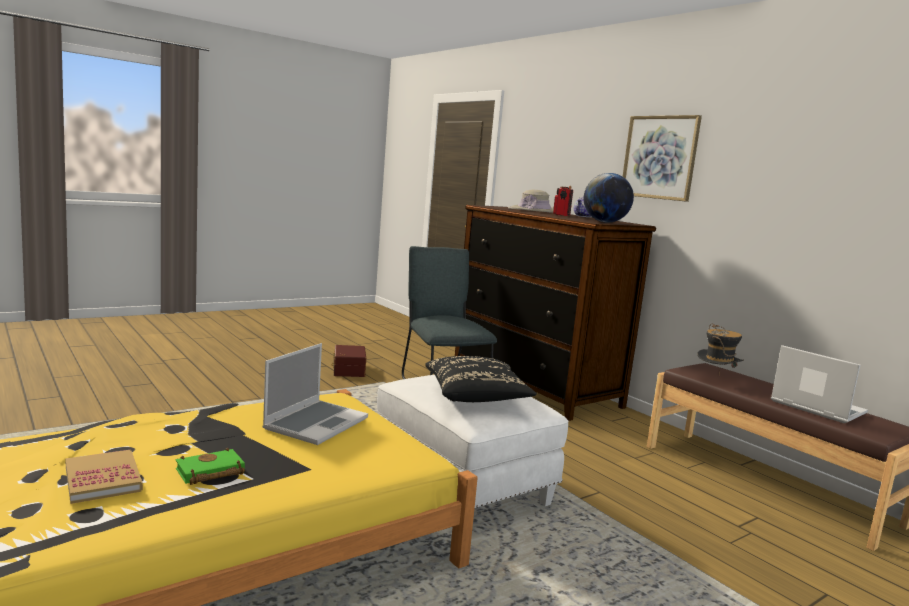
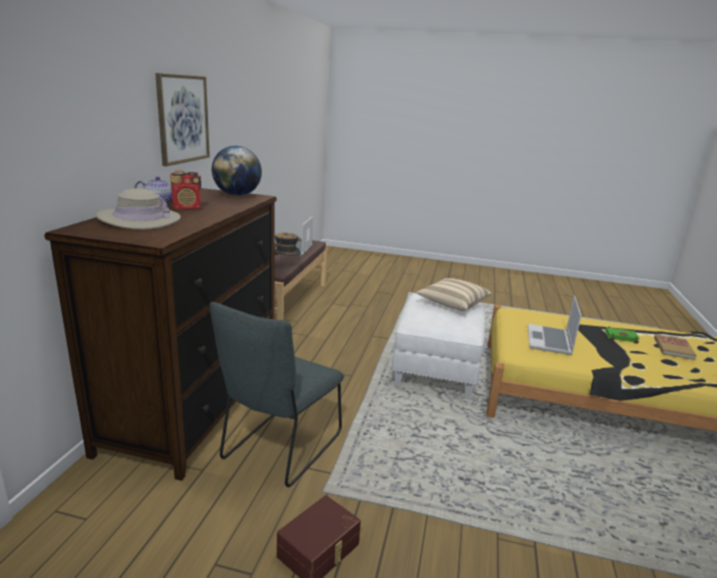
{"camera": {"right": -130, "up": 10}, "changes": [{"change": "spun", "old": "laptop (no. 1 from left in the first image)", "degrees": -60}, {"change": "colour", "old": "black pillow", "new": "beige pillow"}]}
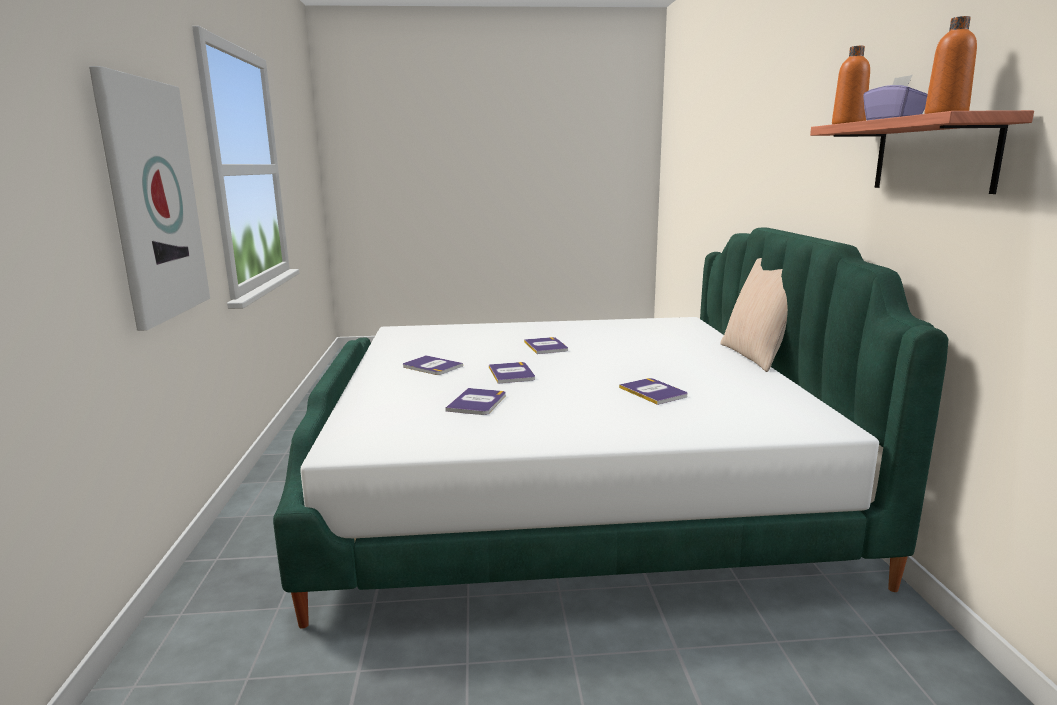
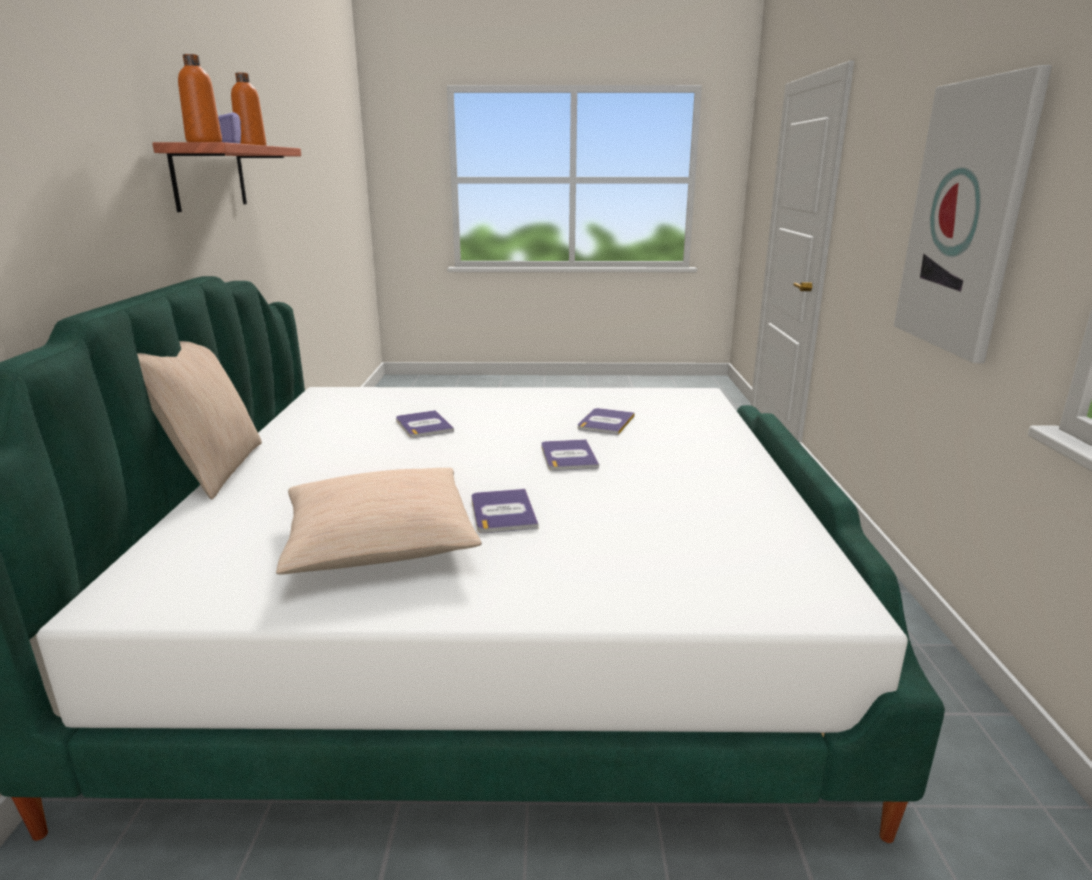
{"camera": {"right": -175, "up": 5}, "changes": [{"change": "missing", "old": "book (no. 1 from left)"}, {"change": "appeared", "new": "beige pillow (no. 2 from left)"}]}
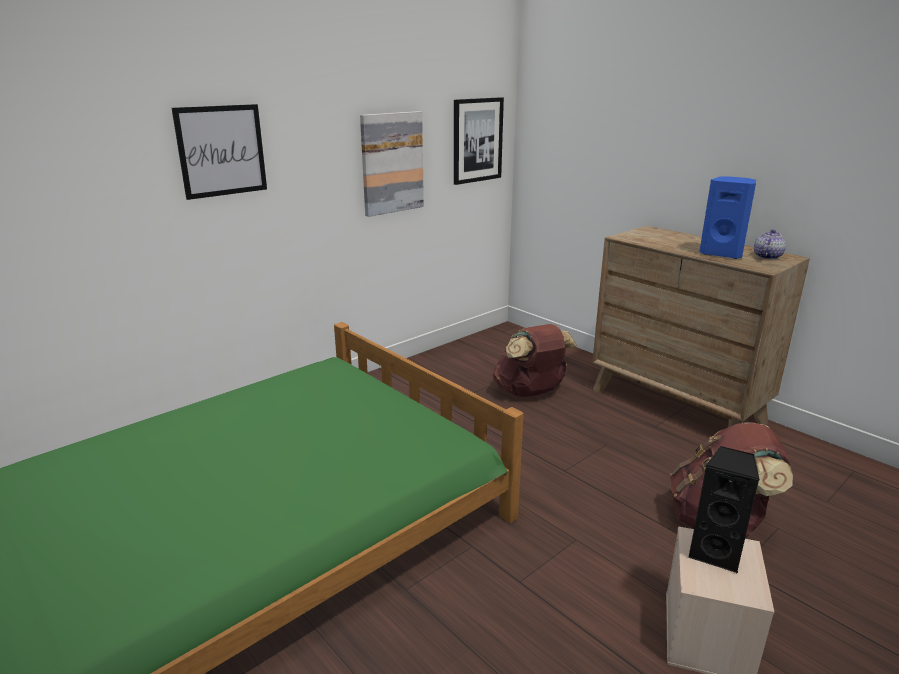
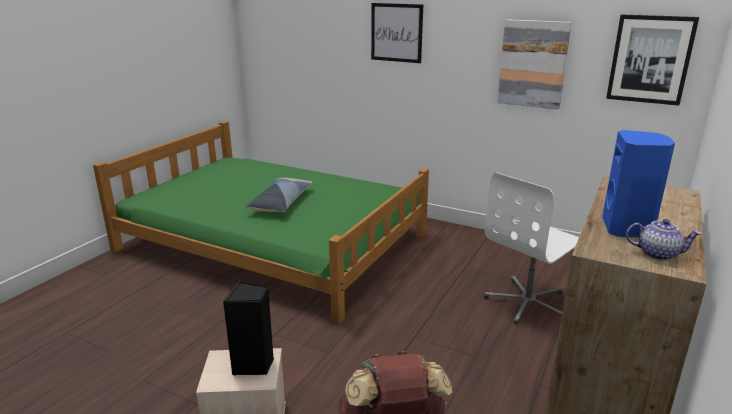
{"camera": {"right": 70, "up": 0}, "changes": [{"change": "exchanged", "old": "brown backpack (no. 1 from left)", "new": "white office chair"}, {"change": "appeared", "new": "pillow"}]}
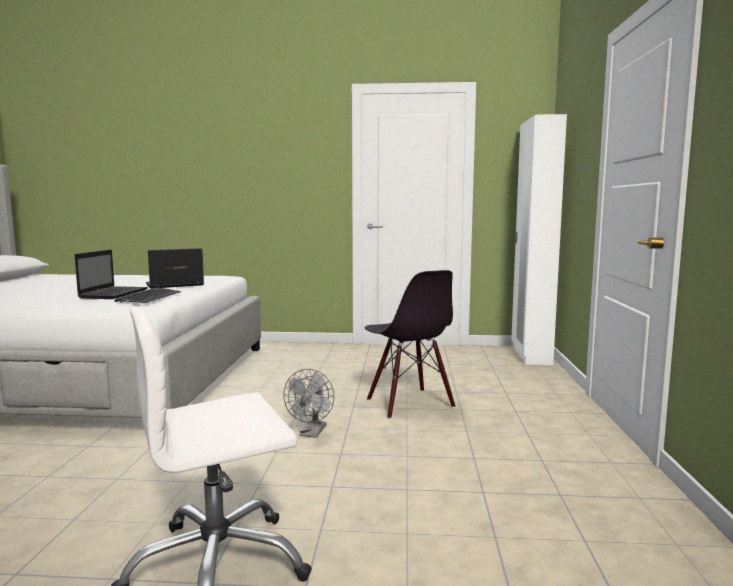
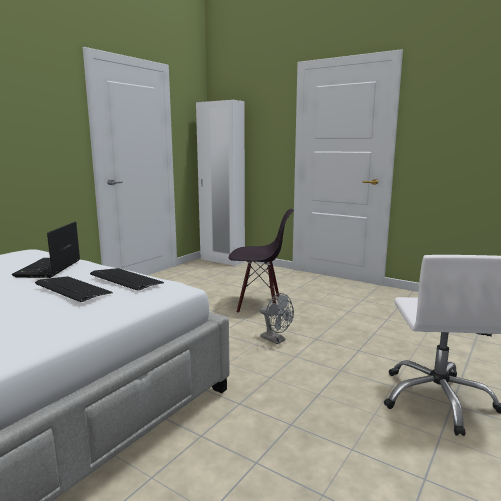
{"camera": {"right": -60, "up": 5}, "changes": [{"change": "exchanged", "old": "laptop (no. 1 from left)", "new": "keyboard (no. 1 from left)"}]}
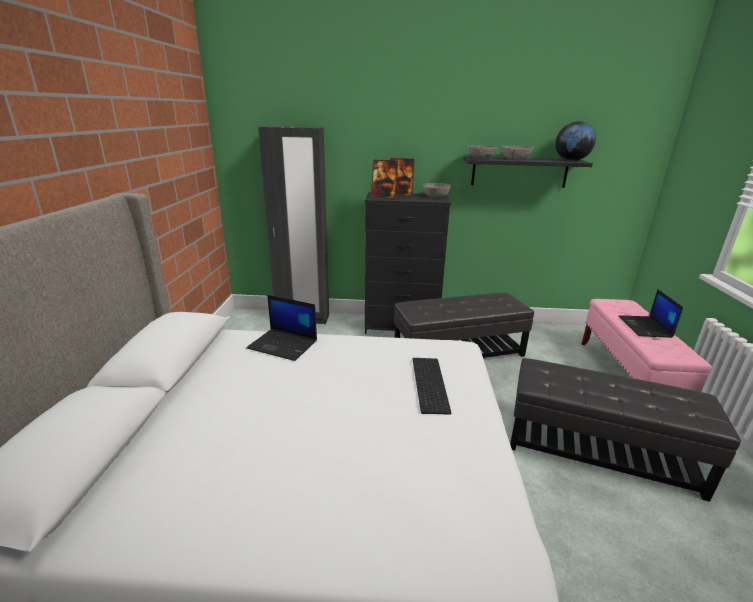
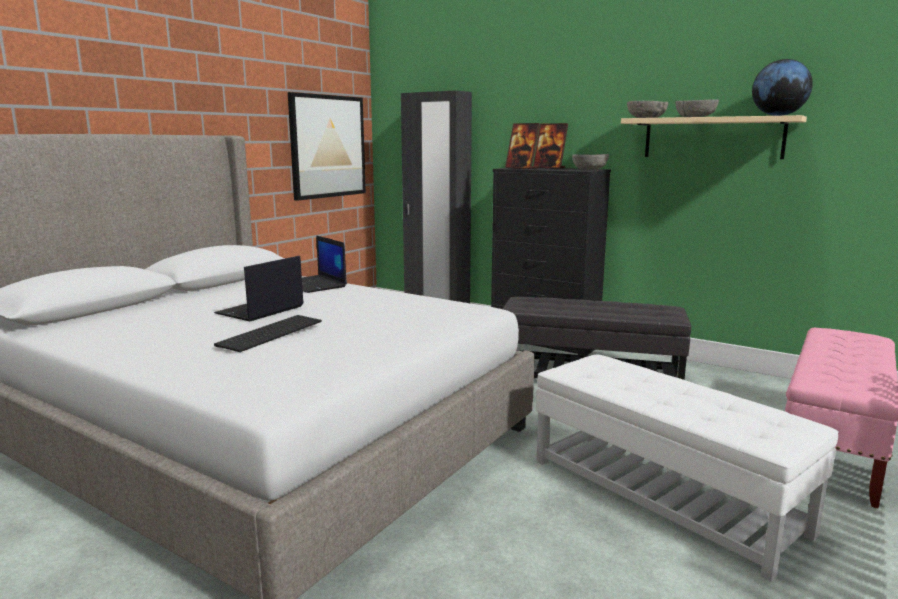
{"camera": {"right": 30, "up": -10}, "changes": [{"change": "relocated", "old": "keyboard"}, {"change": "colour", "old": "black shelf", "new": "beige shelf"}, {"change": "colour", "old": "black ottoman (no. 2 from left)", "new": "white ottoman"}, {"change": "relocated", "old": "laptop (no. 2 from left in the first image)", "new": "laptop (no. 1 from left)"}, {"change": "appeared", "new": "picture"}]}
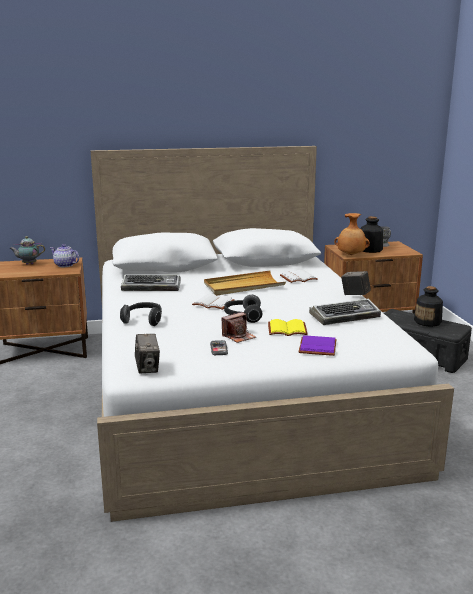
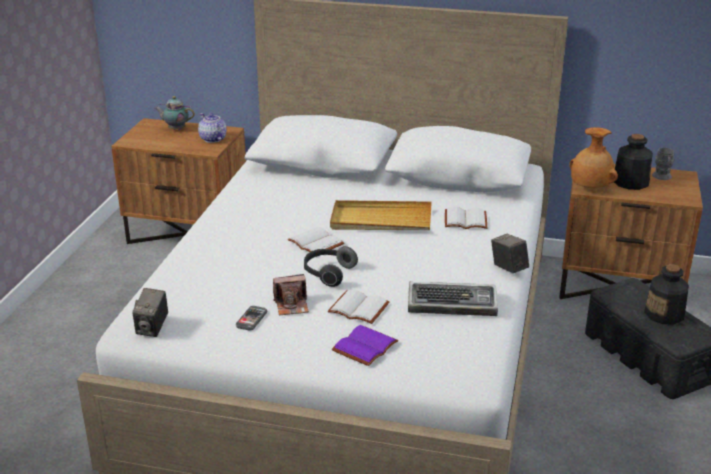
{"camera": {"right": 25, "up": 10}, "changes": [{"change": "missing", "old": "headphones (no. 1 from left)"}, {"change": "missing", "old": "keyboard (no. 1 from left)"}, {"change": "colour", "old": "yellow book", "new": "white book (no. 2 from left)"}]}
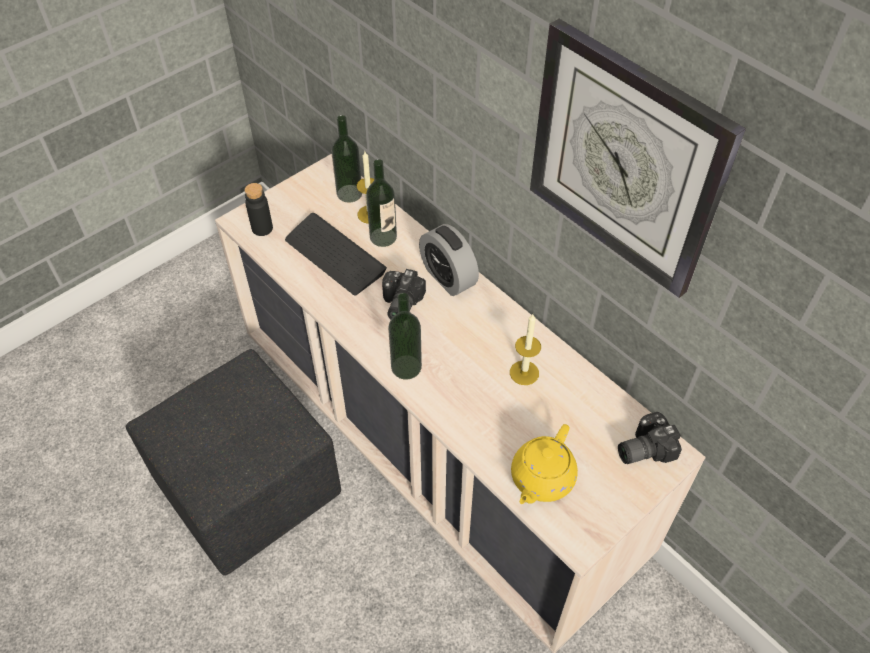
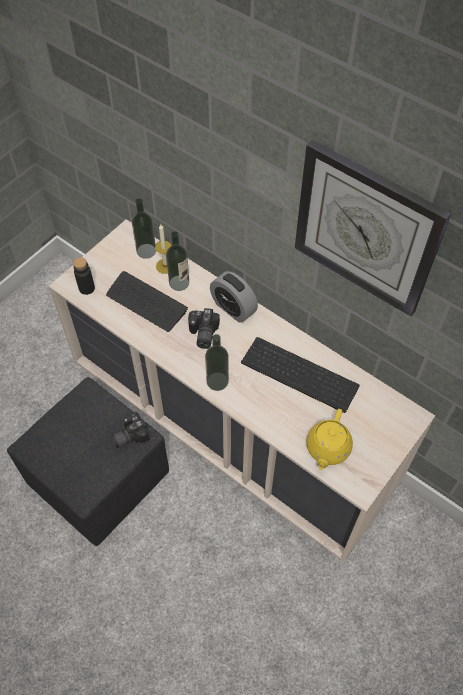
{"camera": {"right": -10, "up": 5}, "changes": [{"change": "exchanged", "old": "candle (no. 2 from left)", "new": "keyboard (no. 2 from left)"}, {"change": "relocated", "old": "photo camera (no. 2 from left in the first image)", "new": "photo camera (no. 1 from left)"}]}
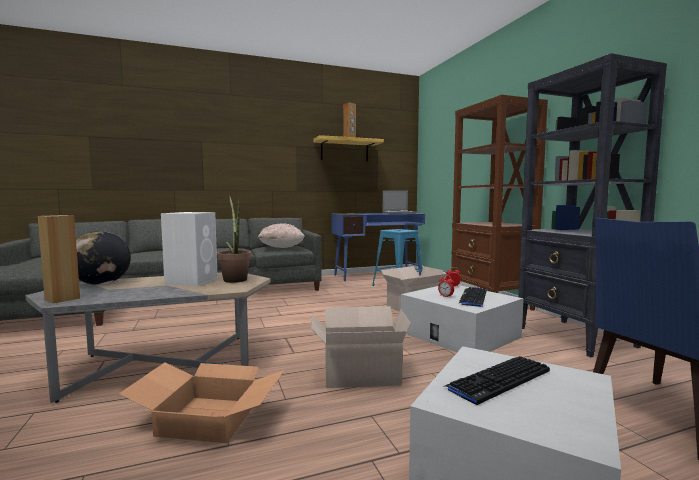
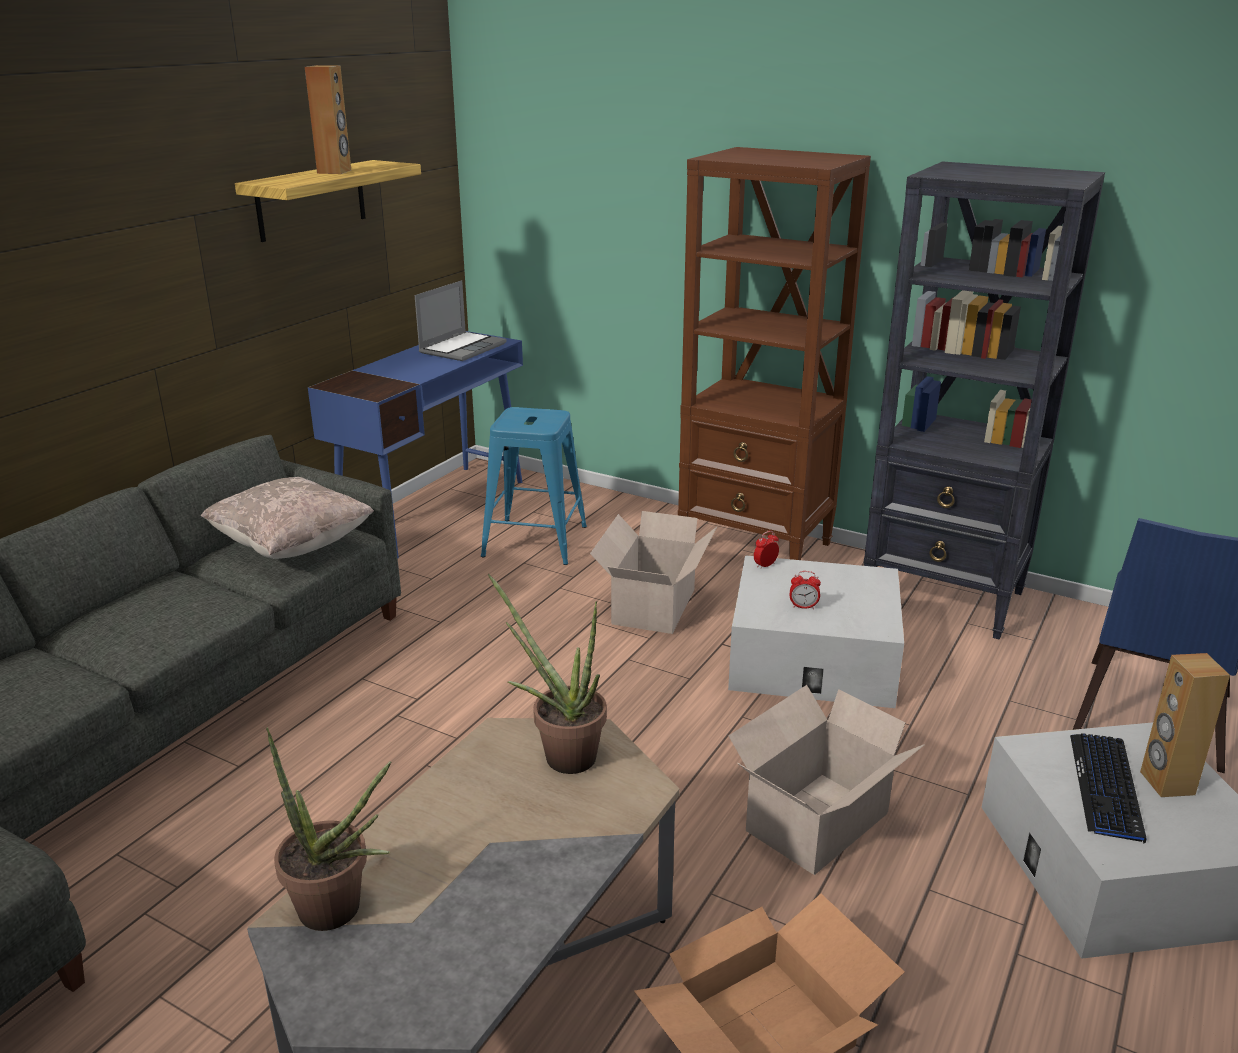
{"camera": {"right": -40, "up": 20}, "changes": [{"change": "relocated", "old": "brown speaker (no. 1 from left in the first image)", "new": "brown speaker (no. 2 from left)"}, {"change": "exchanged", "old": "globe", "new": "potted plant (no. 1 from left)"}, {"change": "missing", "old": "white speaker"}, {"change": "missing", "old": "keyboard (no. 1 from left)"}]}
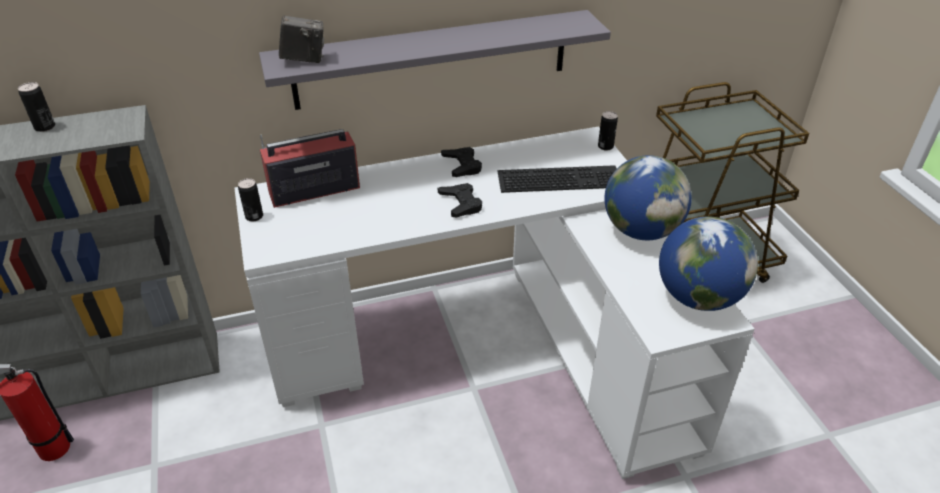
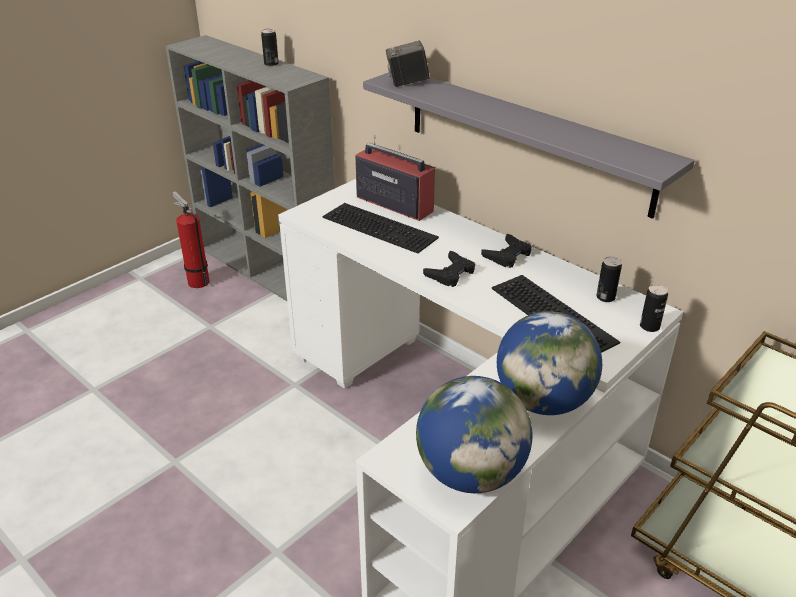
{"camera": {"right": 60, "up": -5}, "changes": [{"change": "relocated", "old": "can (no. 2 from left)"}, {"change": "spun", "old": "photo camera", "degrees": 120}, {"change": "appeared", "new": "keyboard (no. 1 from left)"}]}
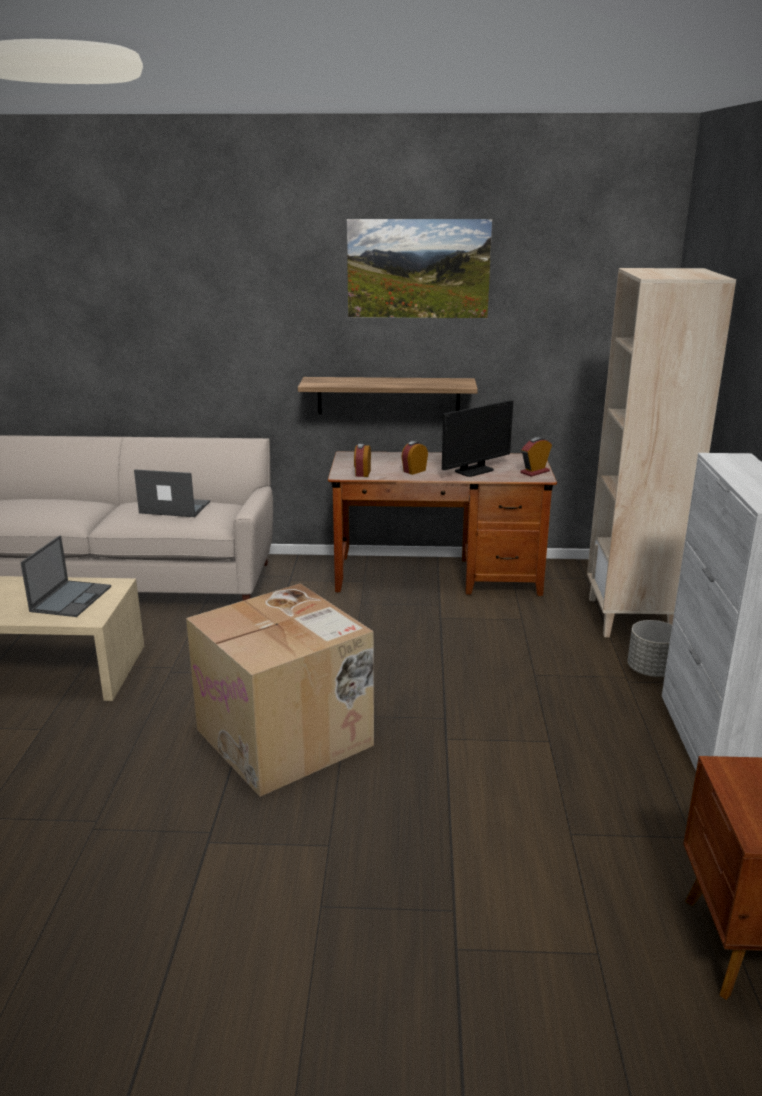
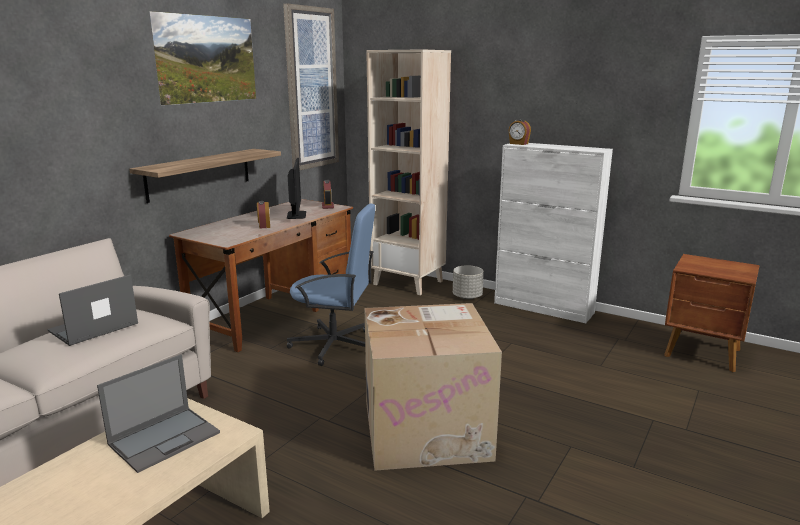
{"camera": {"right": -60, "up": -5}, "changes": [{"change": "spun", "old": "laptop (no. 1 from left in the first image)", "degrees": 90}, {"change": "relocated", "old": "alarm clock (no. 1 from left in the first image)", "new": "alarm clock (no. 3 from left)"}, {"change": "appeared", "new": "picture (no. 2 from left)"}, {"change": "appeared", "new": "blue office chair"}]}
